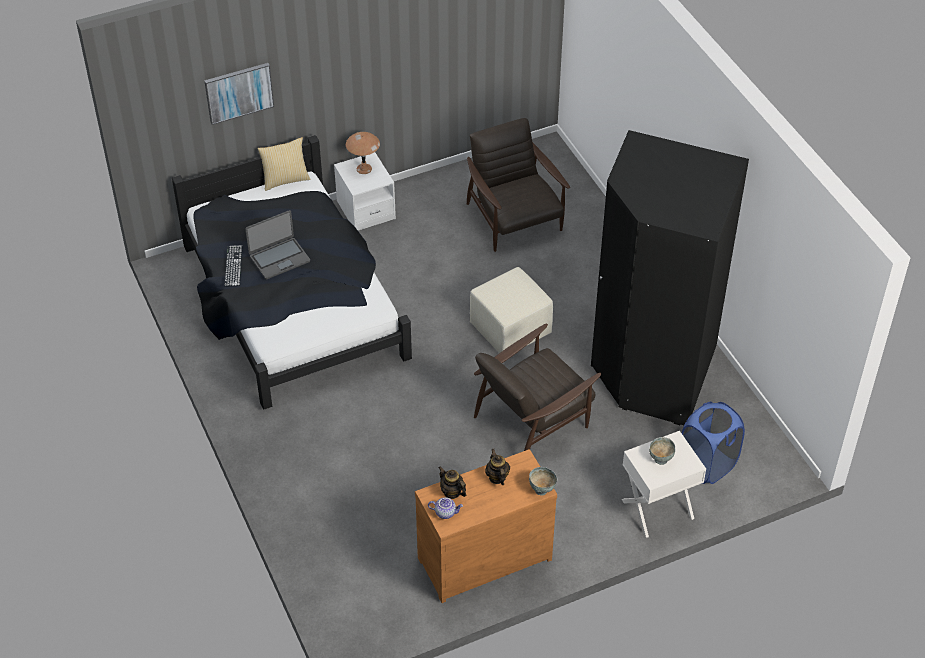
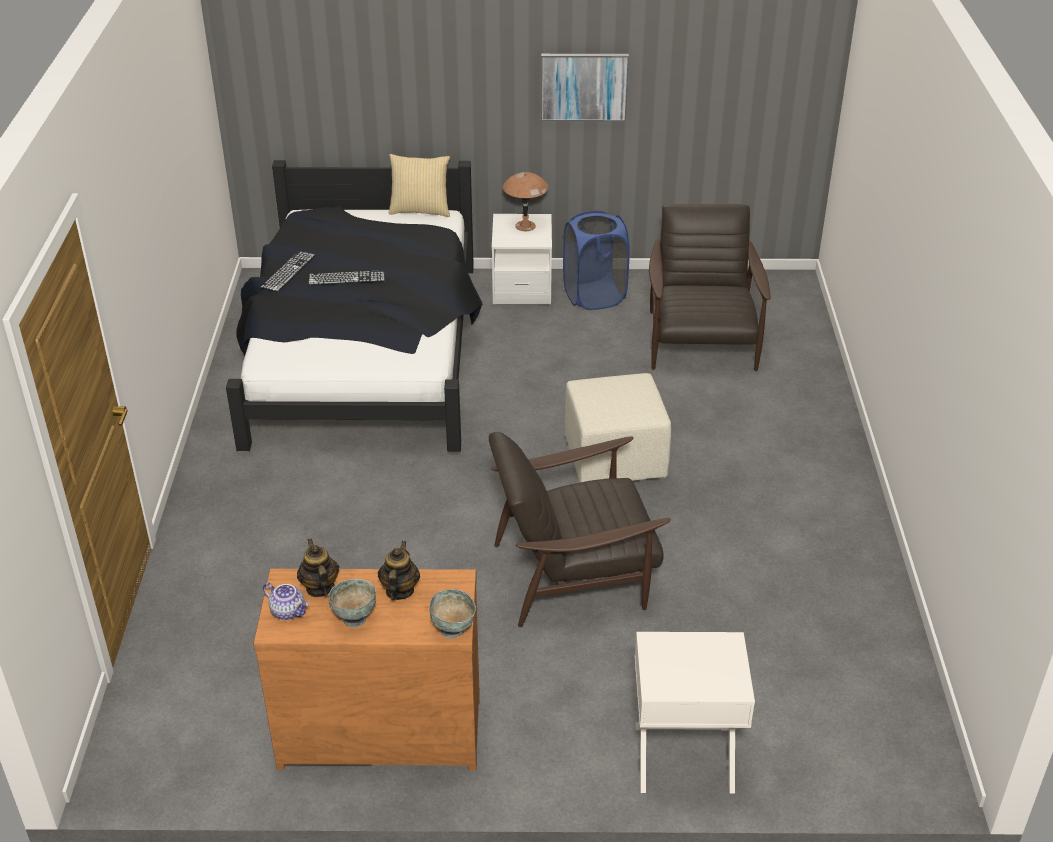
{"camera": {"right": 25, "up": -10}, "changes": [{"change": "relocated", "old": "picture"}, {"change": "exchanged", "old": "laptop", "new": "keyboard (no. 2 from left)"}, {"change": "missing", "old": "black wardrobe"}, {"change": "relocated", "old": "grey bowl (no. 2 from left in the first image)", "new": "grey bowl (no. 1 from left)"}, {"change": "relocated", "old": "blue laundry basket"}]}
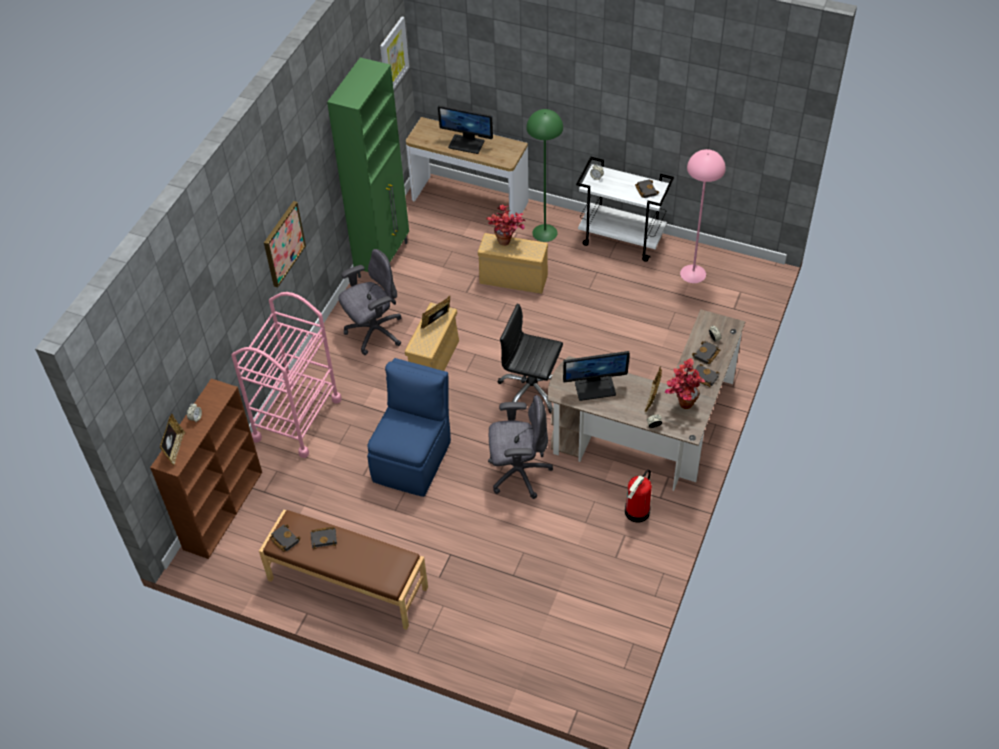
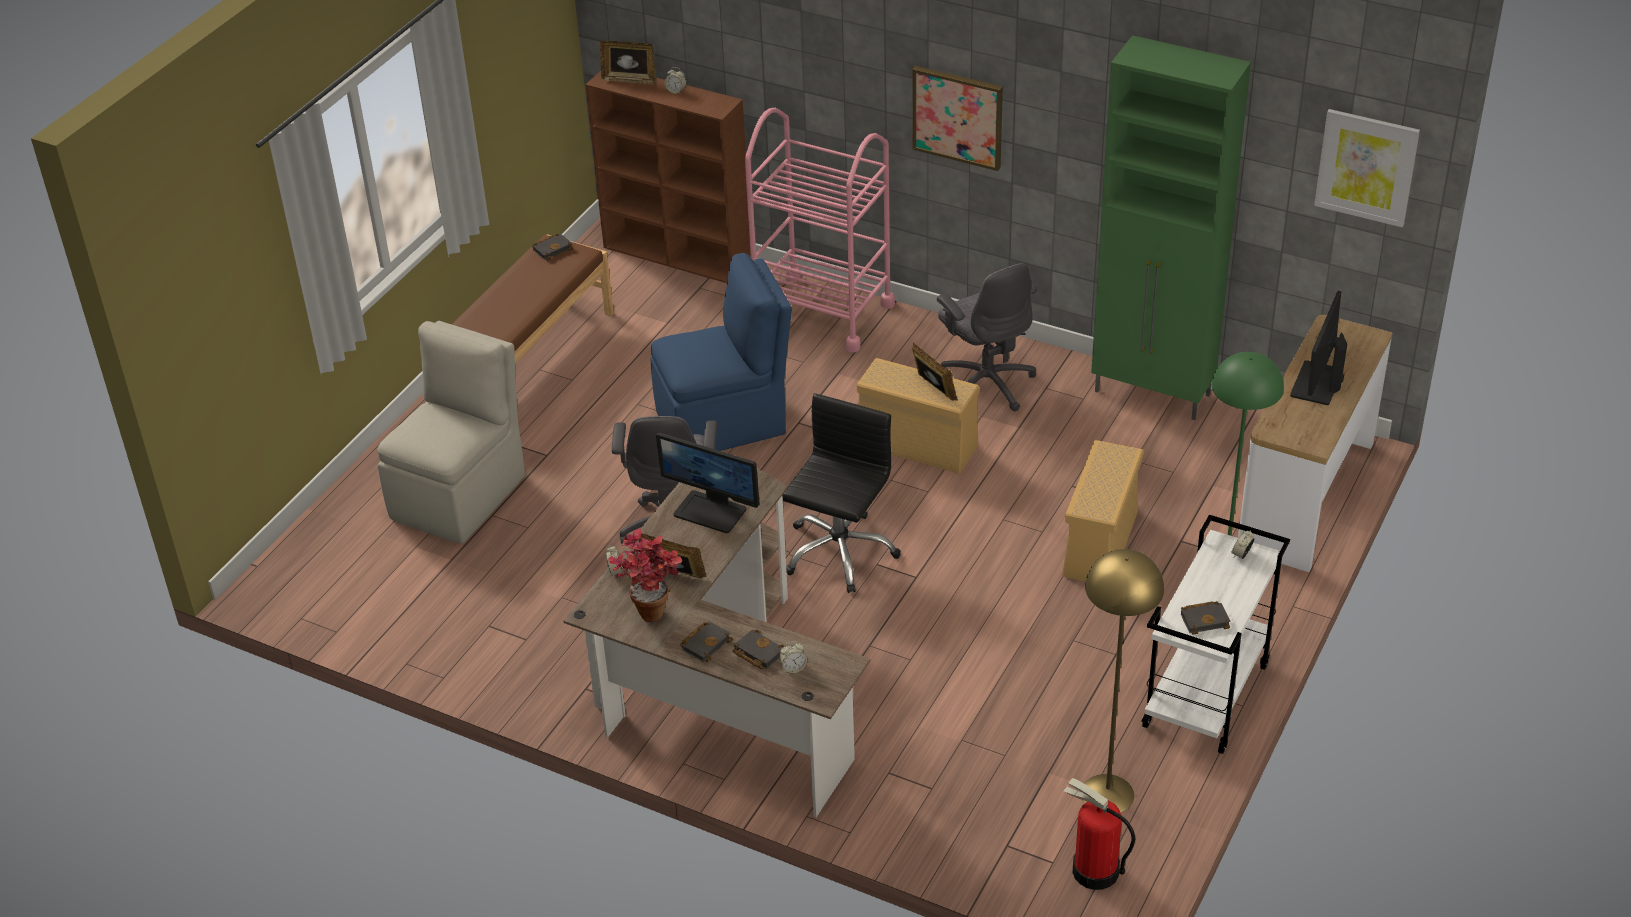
{"camera": {"right": 95, "up": -10}, "changes": [{"change": "missing", "old": "black book (no. 2 from left)"}, {"change": "spun", "old": "blue chair", "degrees": -45}, {"change": "missing", "old": "potted plant (no. 1 from left)"}, {"change": "spun", "old": "monitor (no. 2 from left in the first image)", "degrees": -60}, {"change": "relocated", "old": "fire extinguisher"}, {"change": "colour", "old": "pink floor lamp", "new": "yellow floor lamp"}, {"change": "appeared", "new": "beige chair"}]}
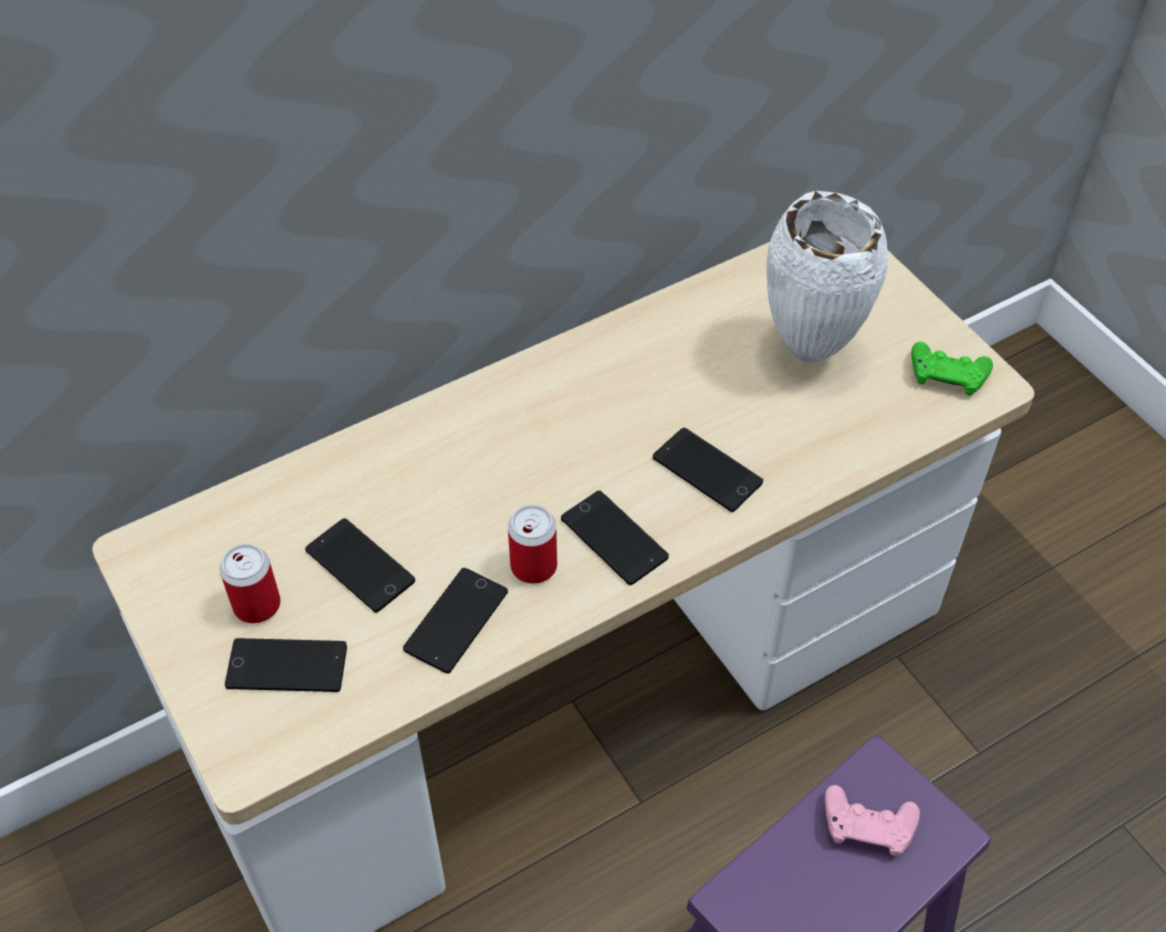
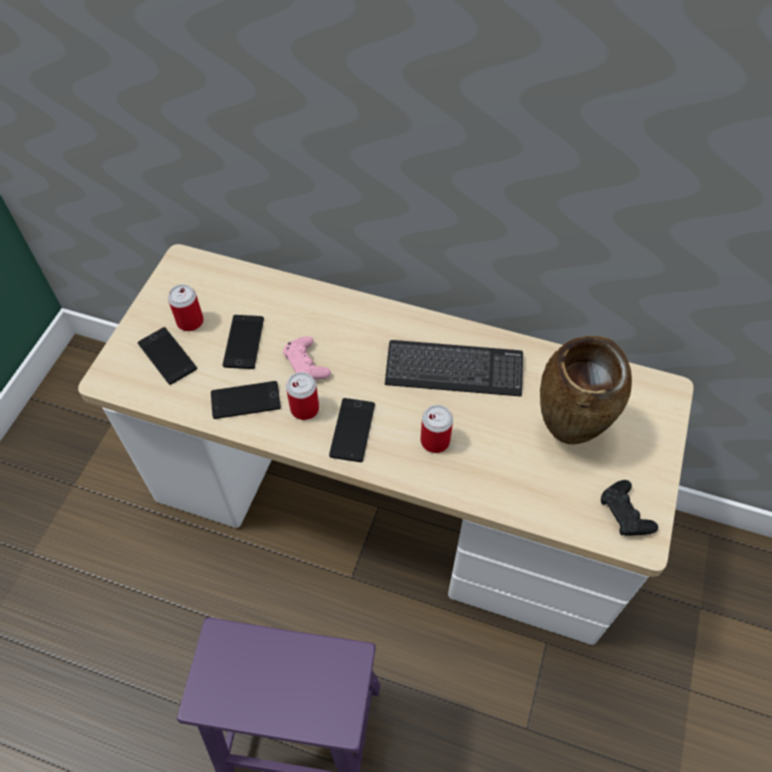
{"camera": {"right": 50, "up": 5}, "changes": [{"change": "exchanged", "old": "phone (no. 5 from left)", "new": "can (no. 3 from left)"}, {"change": "colour", "old": "white vase", "new": "brown vase"}, {"change": "relocated", "old": "pink game controller"}, {"change": "colour", "old": "green game controller", "new": "black game controller"}, {"change": "appeared", "new": "keyboard"}]}
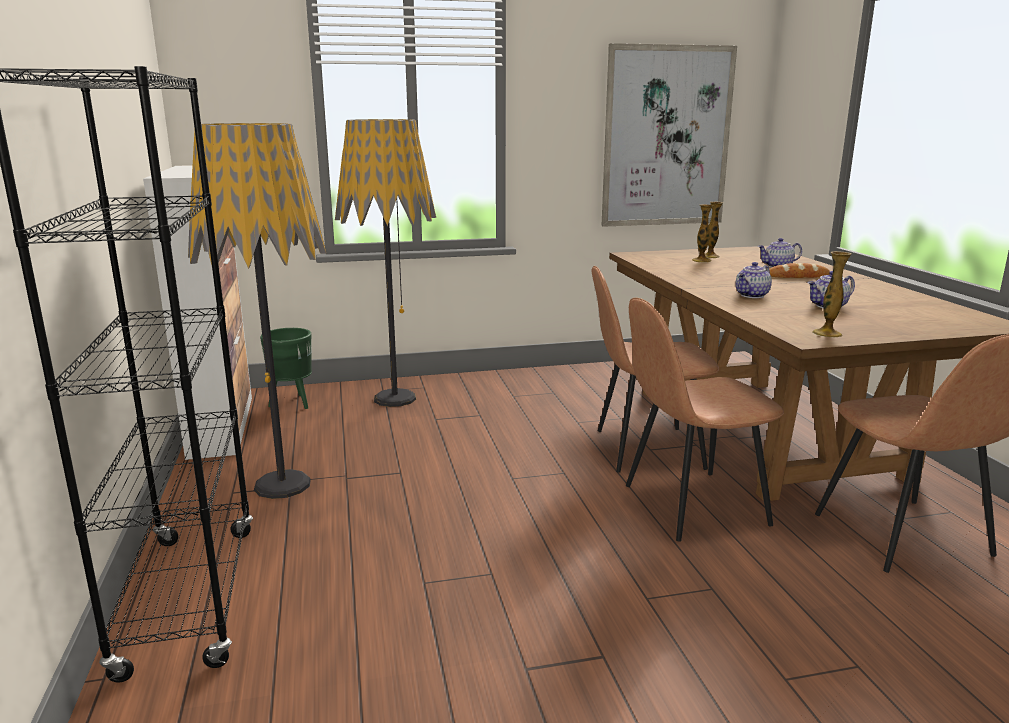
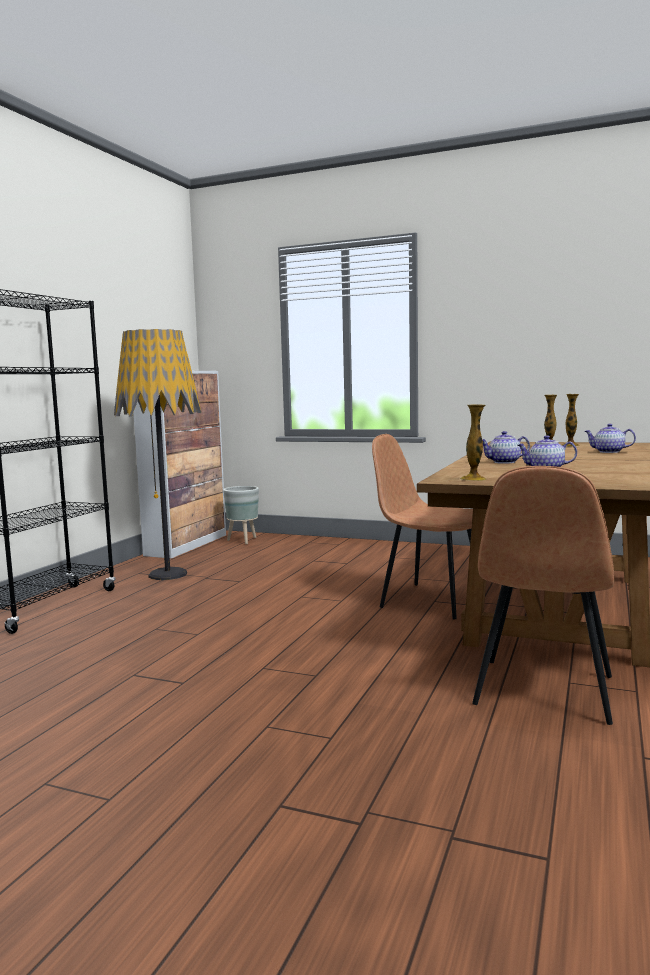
{"camera": {"right": 35, "up": -10}, "changes": [{"change": "colour", "old": "green planter", "new": "grey planter"}, {"change": "missing", "old": "floor lamp (no. 2 from left)"}, {"change": "missing", "old": "picture"}, {"change": "missing", "old": "brown chair (no. 2 from left)"}, {"change": "missing", "old": "bread"}]}
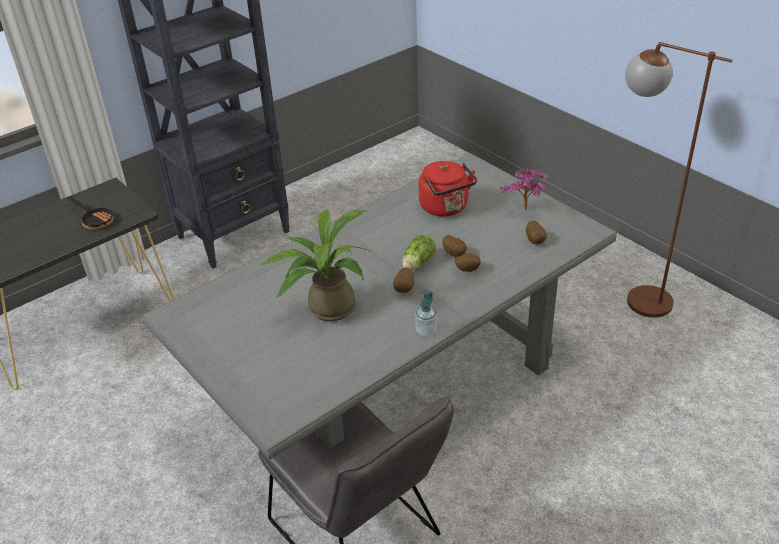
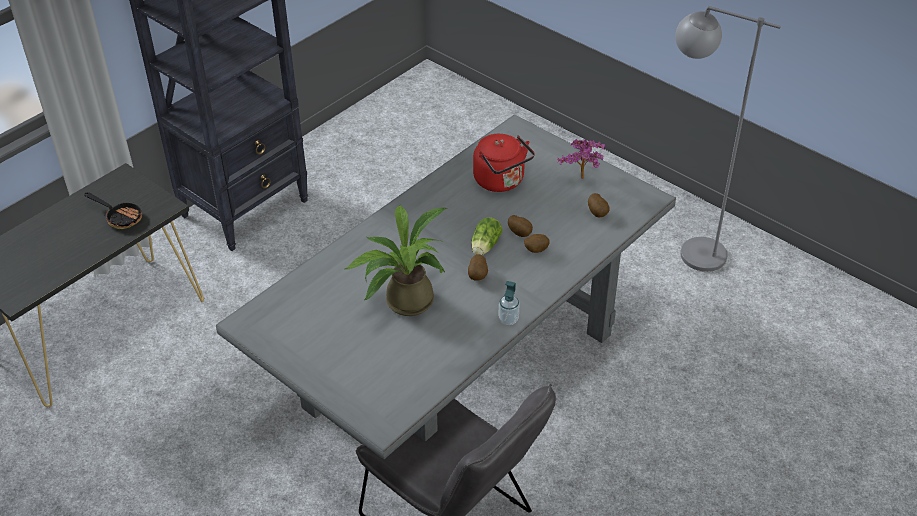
{"camera": {"right": -10, "up": 5}, "changes": [{"change": "colour", "old": "brown floor lamp", "new": "grey floor lamp"}]}
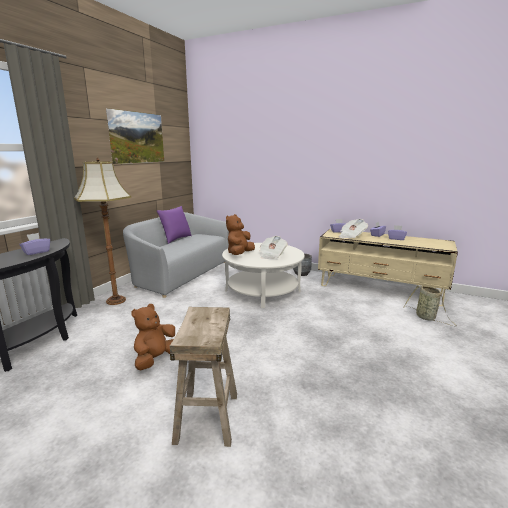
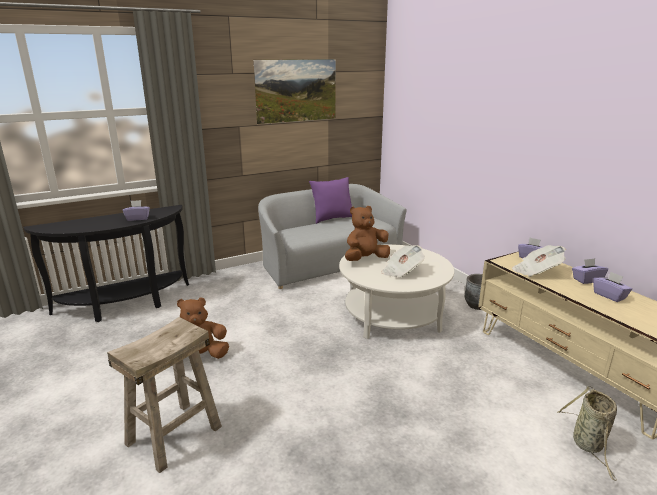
{"camera": {"right": 35, "up": 5}, "changes": [{"change": "missing", "old": "floor lamp"}]}
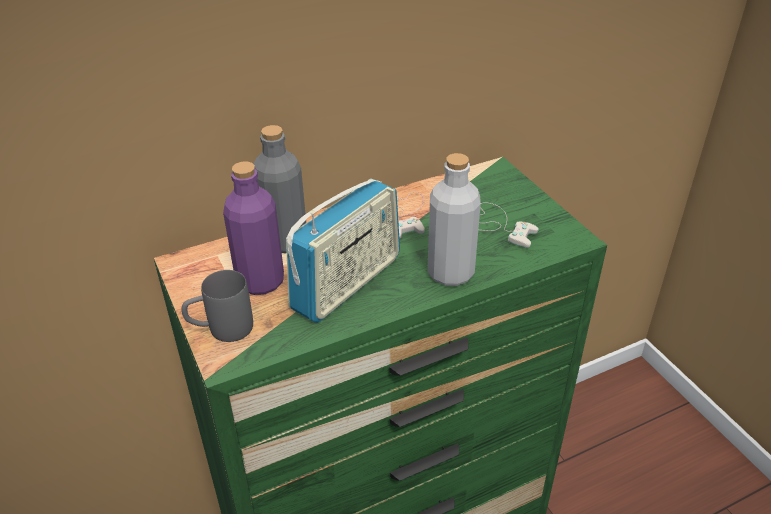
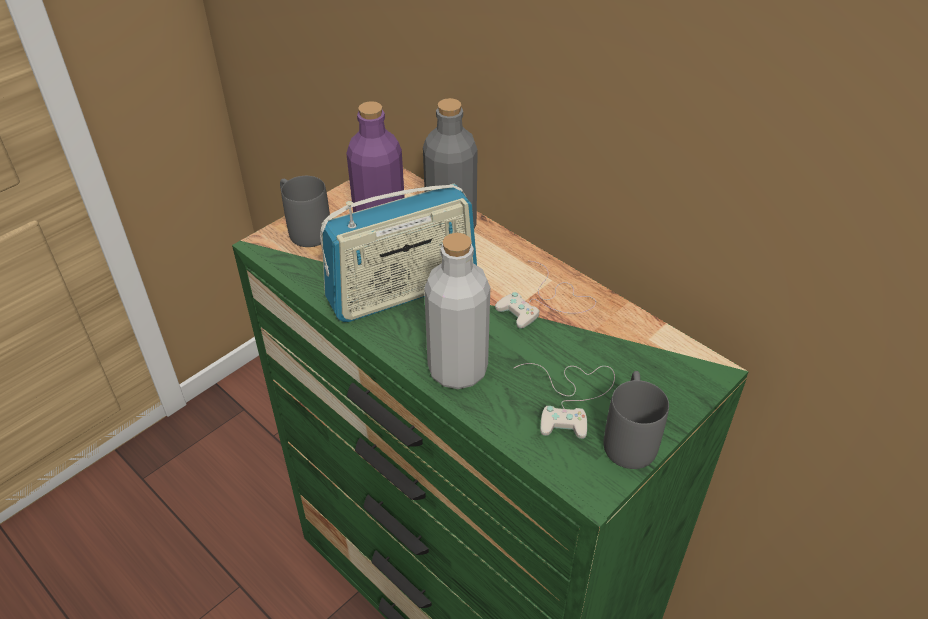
{"camera": {"right": 70, "up": 5}, "changes": [{"change": "spun", "old": "radio", "degrees": -45}, {"change": "appeared", "new": "grey mug (no. 2 from left)"}]}
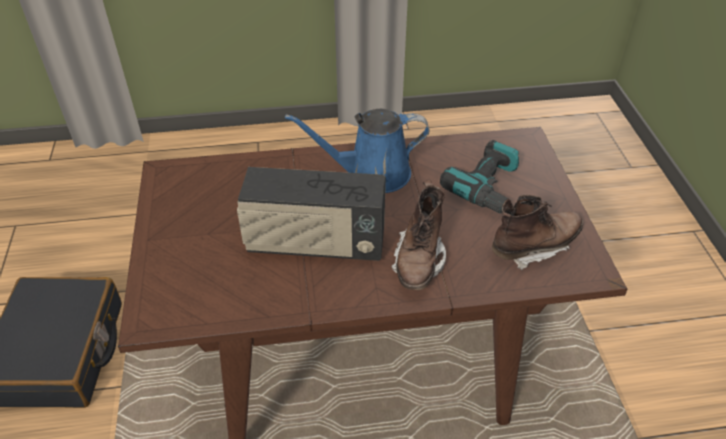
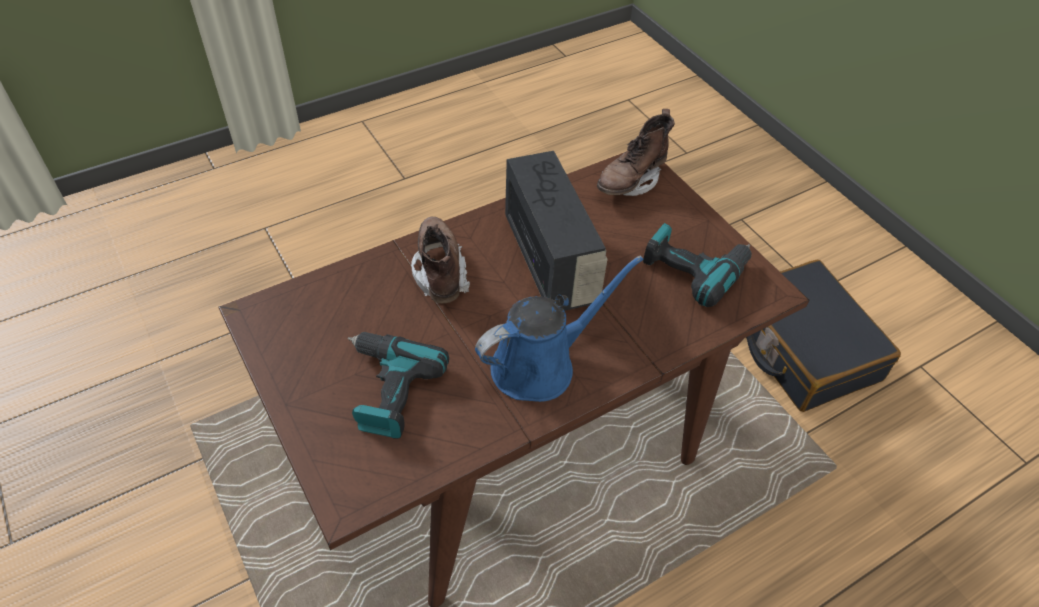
{"camera": {"right": 155, "up": 5}, "changes": [{"change": "spun", "old": "radio", "degrees": 90}, {"change": "relocated", "old": "brown boot (no. 2 from left)"}, {"change": "appeared", "new": "power drill (no. 2 from left)"}]}
